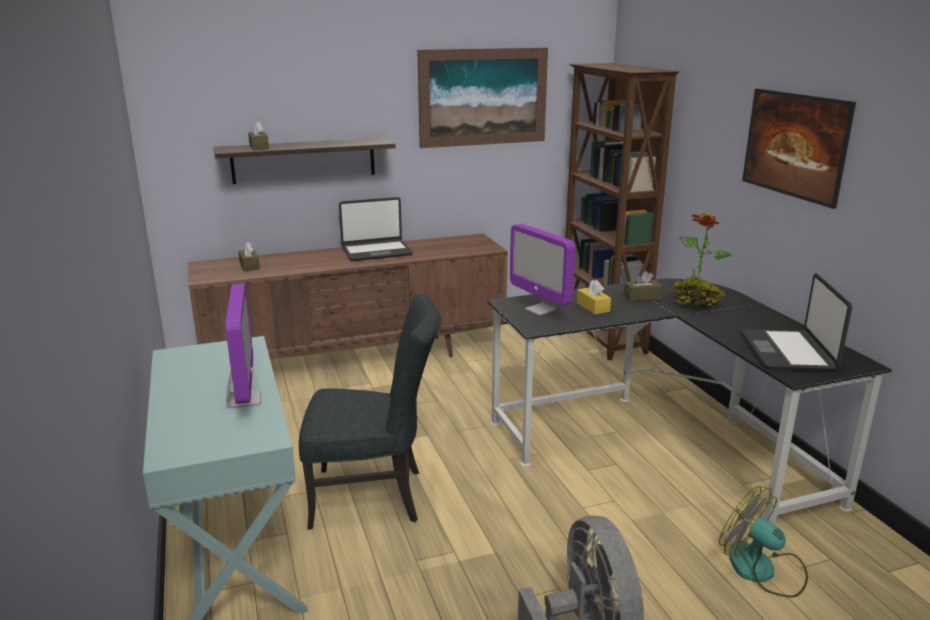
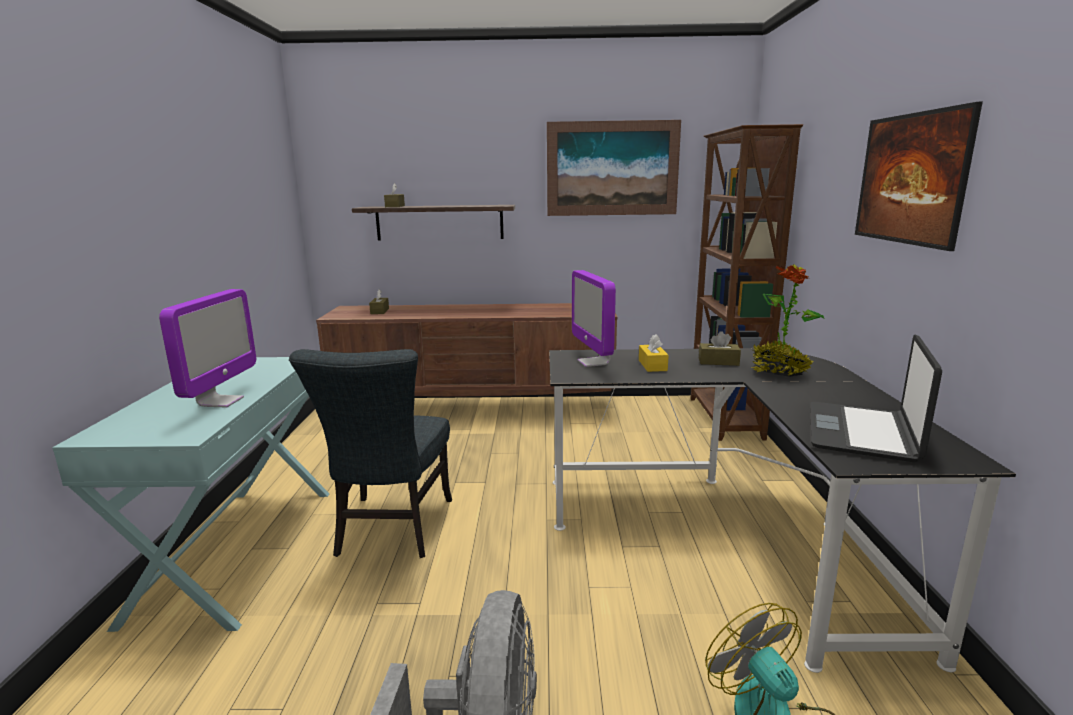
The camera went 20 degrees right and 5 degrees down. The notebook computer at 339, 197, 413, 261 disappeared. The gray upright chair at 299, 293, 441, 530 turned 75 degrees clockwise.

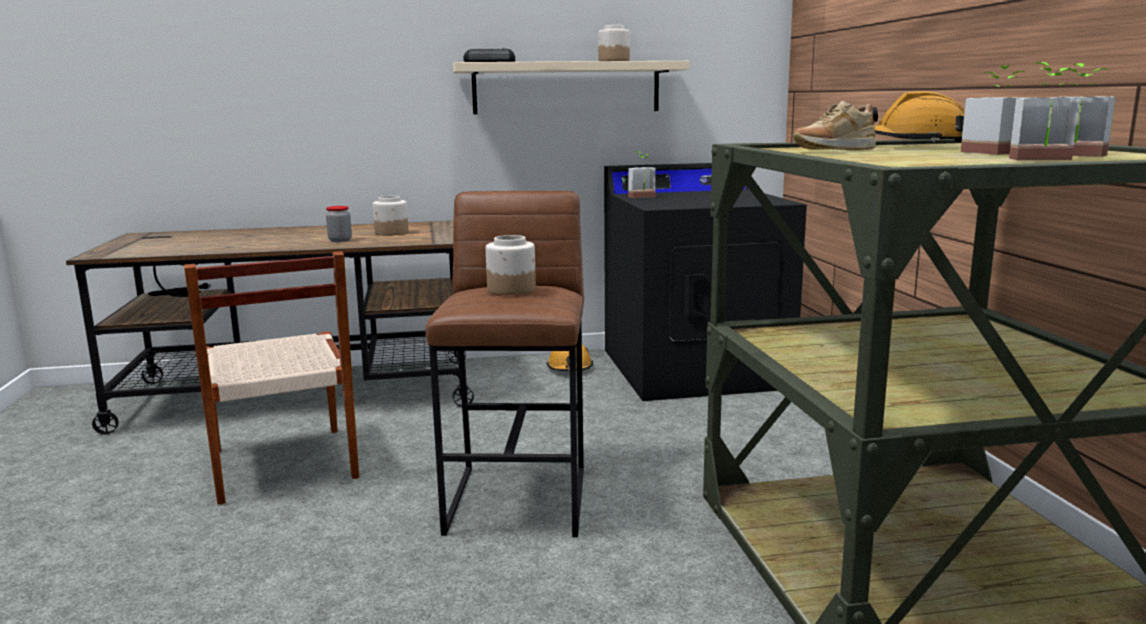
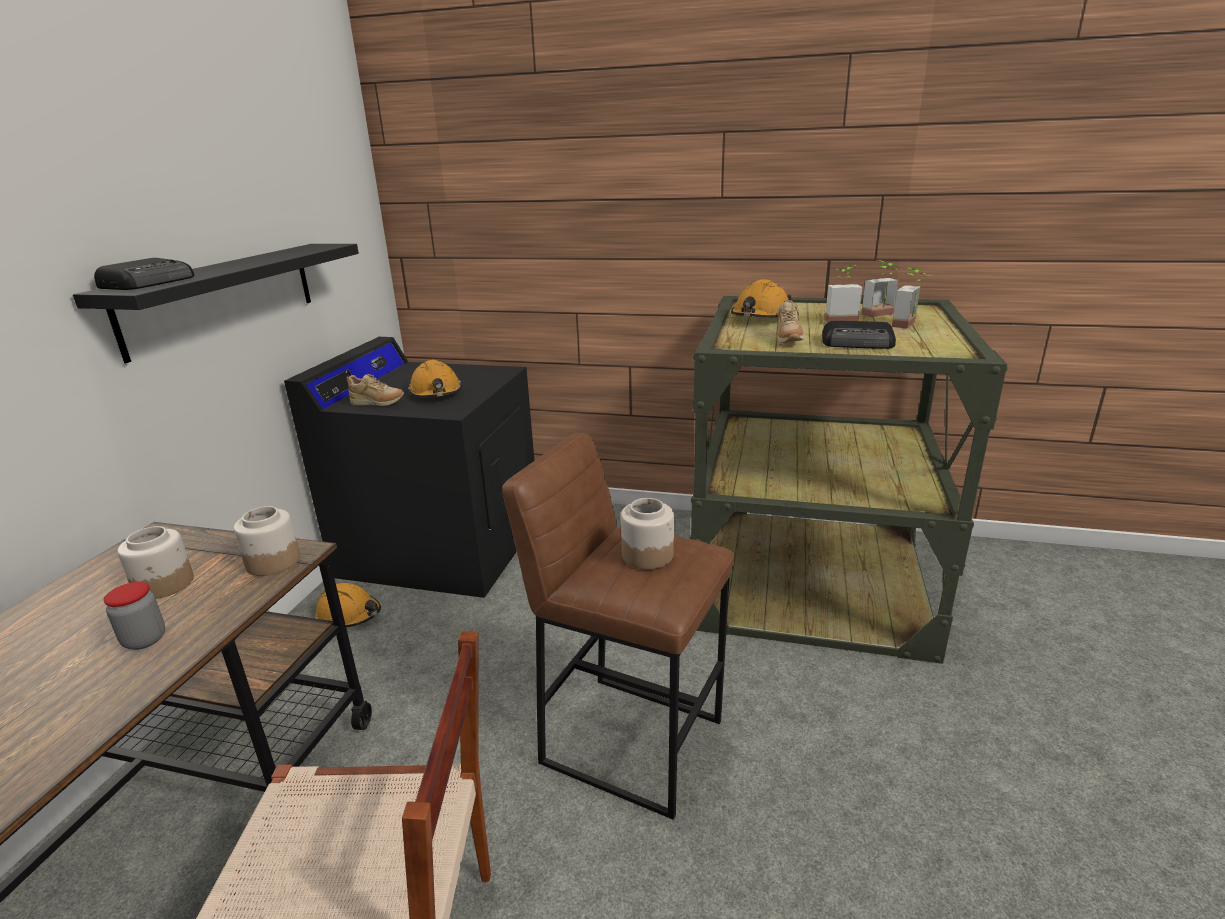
The camera went 65 degrees left and 10 degrees up. The storage jar moved from 598, 25, 630, 61 to 234, 506, 300, 576. The beige-coloured bracket shelf at 453, 61, 689, 114 became the black bracket shelf at 73, 244, 359, 363. The potted plant at 628, 151, 656, 198 was replaced by the beige-coloured shoe at 347, 374, 404, 406. The radio receiver at 822, 321, 896, 349 appeared. The orange-coloured hard hat at 408, 360, 462, 398 appeared.

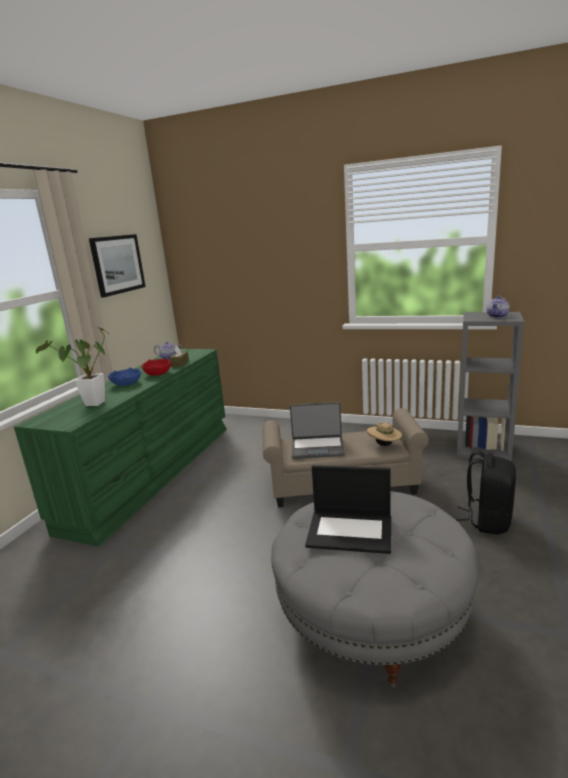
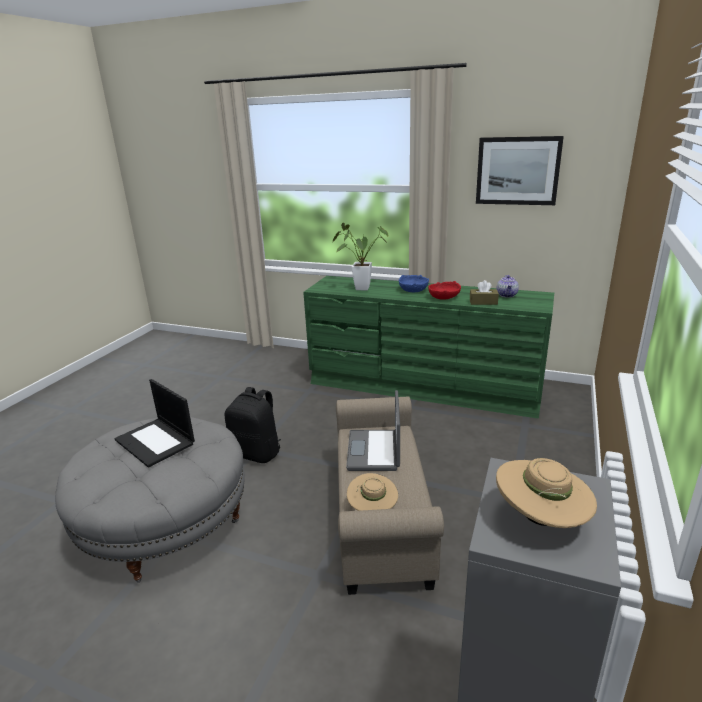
The camera went 90 degrees right and 5 degrees up. The tea pot at 486, 296, 510, 318 was replaced by the beige-coloured wearable hat at 496, 458, 597, 528. The black rucksack moved from 456, 450, 516, 534 to 225, 387, 281, 463. The notebook computer at 305, 465, 391, 554 turned 60 degrees counterclockwise.

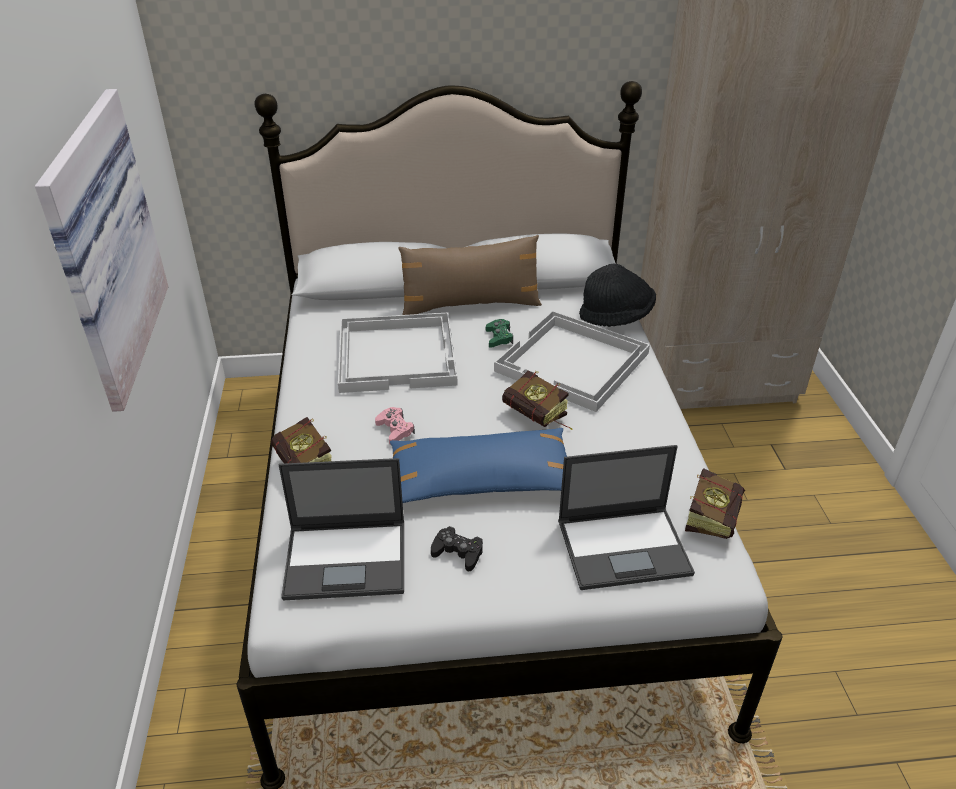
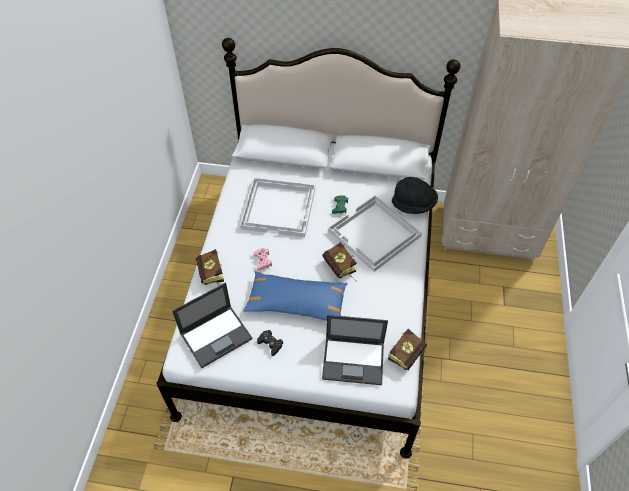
The camera went 15 degrees right and 15 degrees up. The wall picture at 35, 89, 168, 412 disappeared. The brown-coloured pillow at 398, 235, 542, 315 disappeared. The notebook computer at 279, 458, 404, 600 turned 45 degrees counterclockwise.

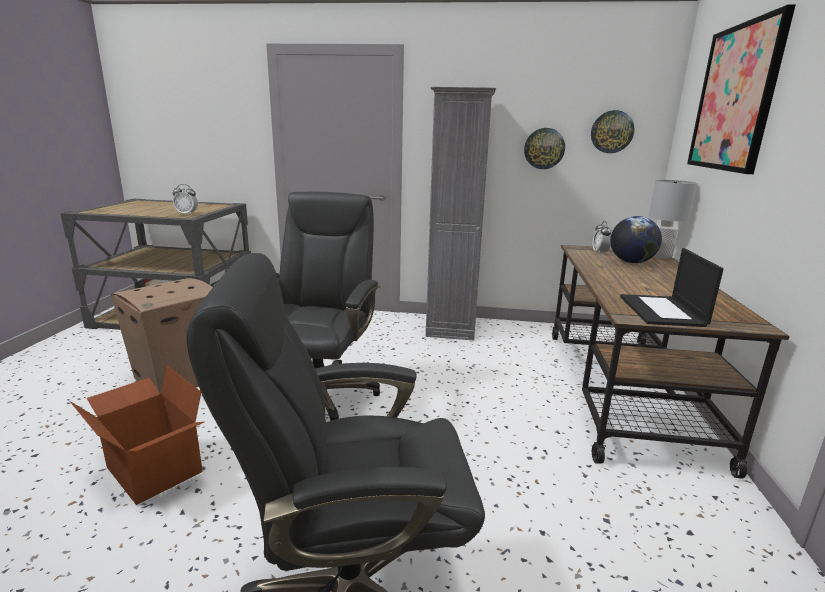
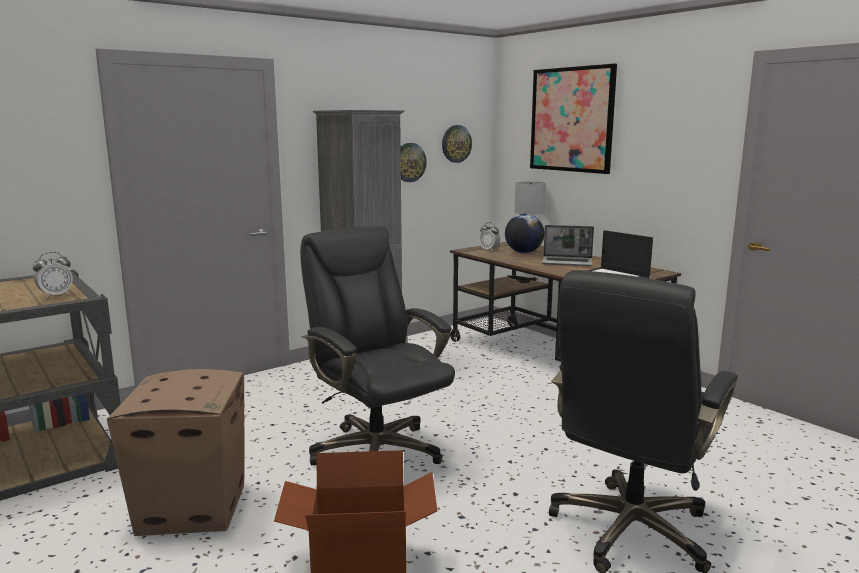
The camera went 45 degrees left and 5 degrees down. The notebook computer at 542, 225, 594, 266 appeared.

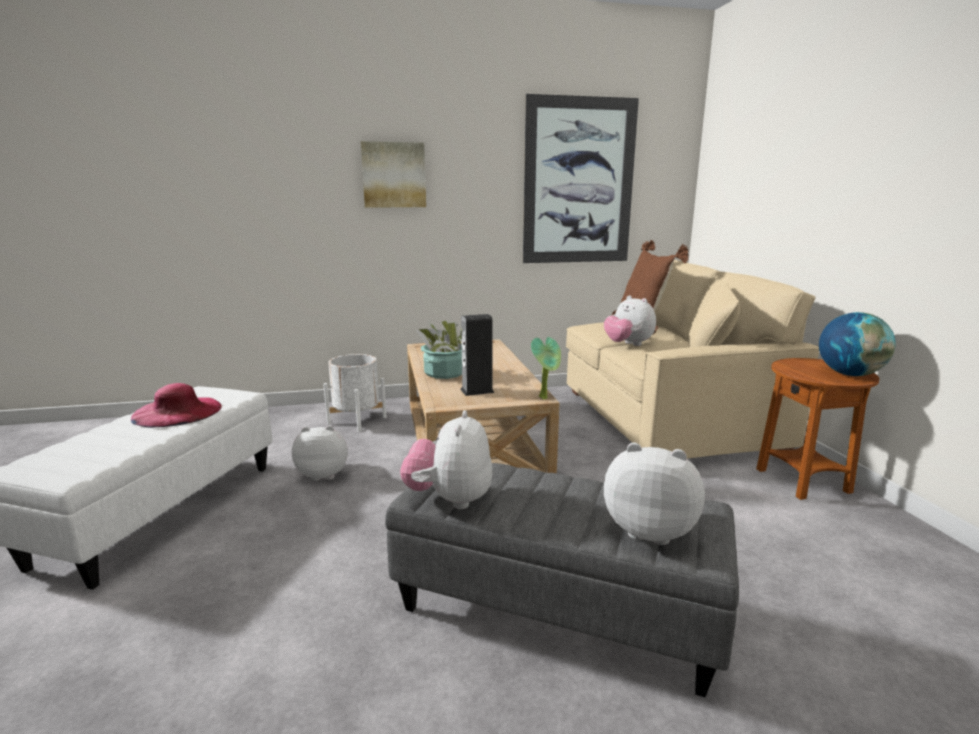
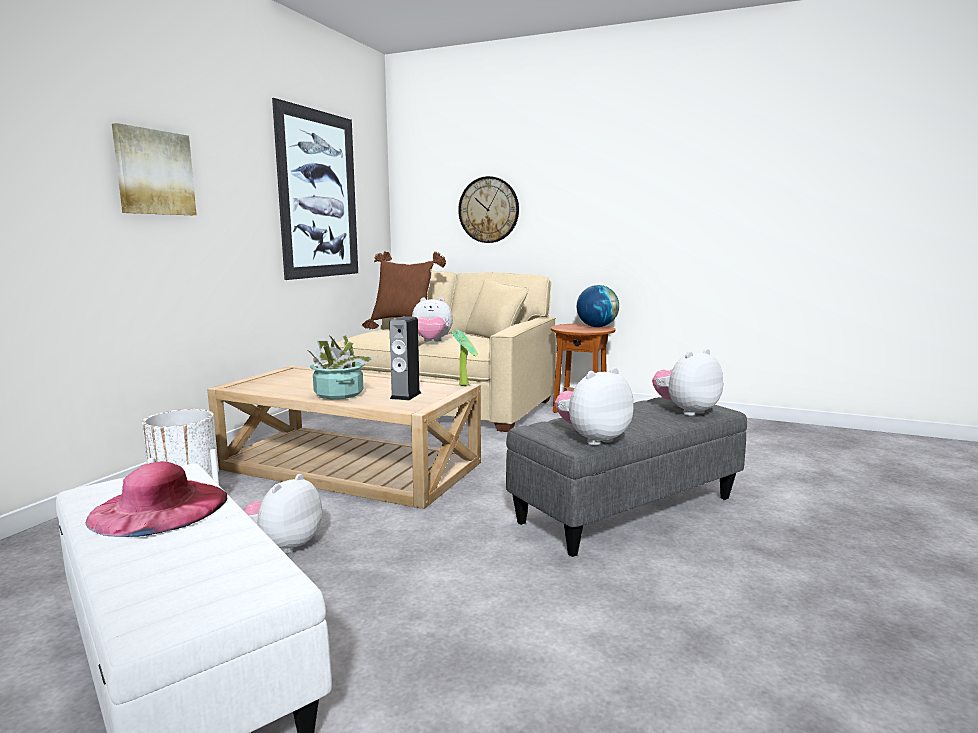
The camera went 55 degrees left and 5 degrees down. The plush toy at 400, 410, 493, 509 turned 105 degrees clockwise. The hanging clock at 458, 176, 519, 243 appeared.

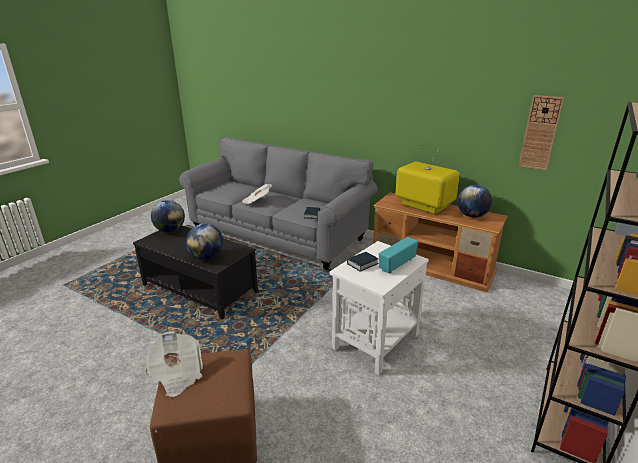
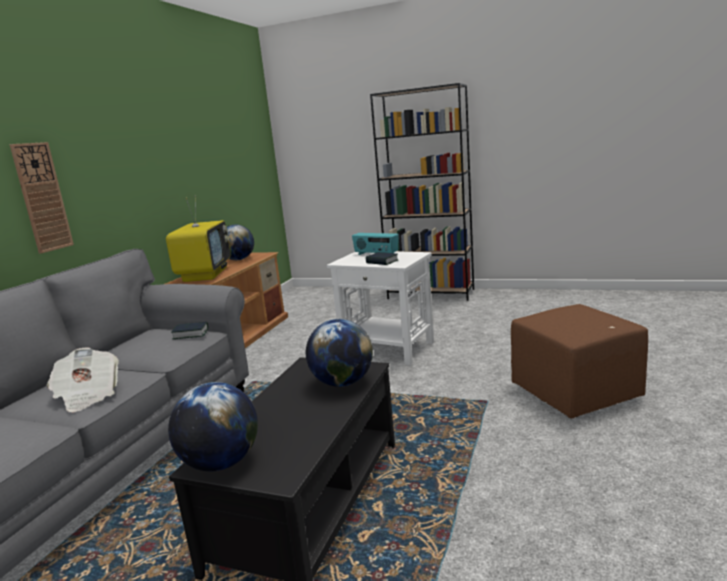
The camera went 100 degrees left and 10 degrees down. The hanging clock moved from 519, 95, 564, 170 to 10, 142, 74, 254. The TV at 396, 144, 460, 214 turned 150 degrees clockwise. The newspaper at 145, 331, 203, 397 disappeared.

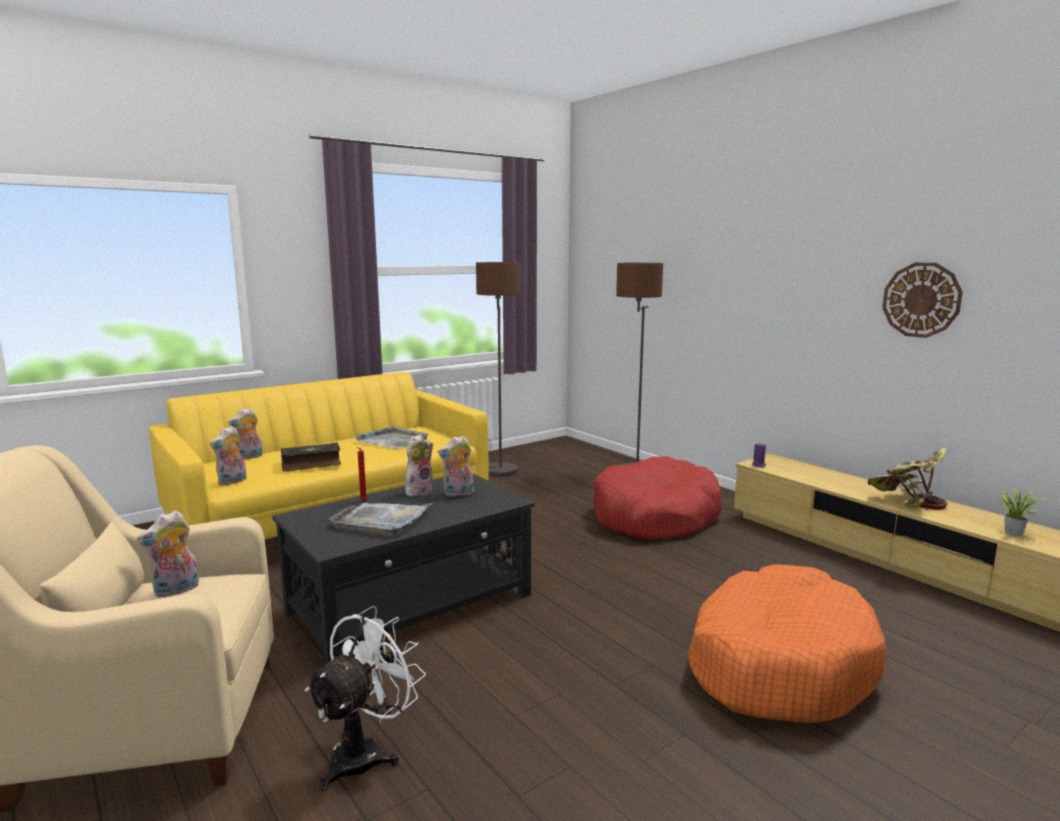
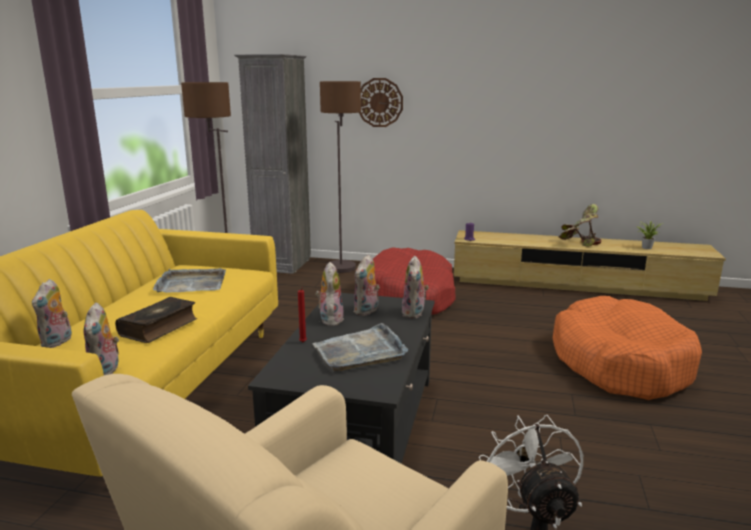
The camera went 40 degrees left and 5 degrees up. The hanging clock moved from 882, 263, 963, 338 to 359, 78, 403, 127. The plush toy moved from 137, 510, 199, 598 to 402, 256, 429, 318. The gray cupboard at 234, 54, 311, 274 appeared.

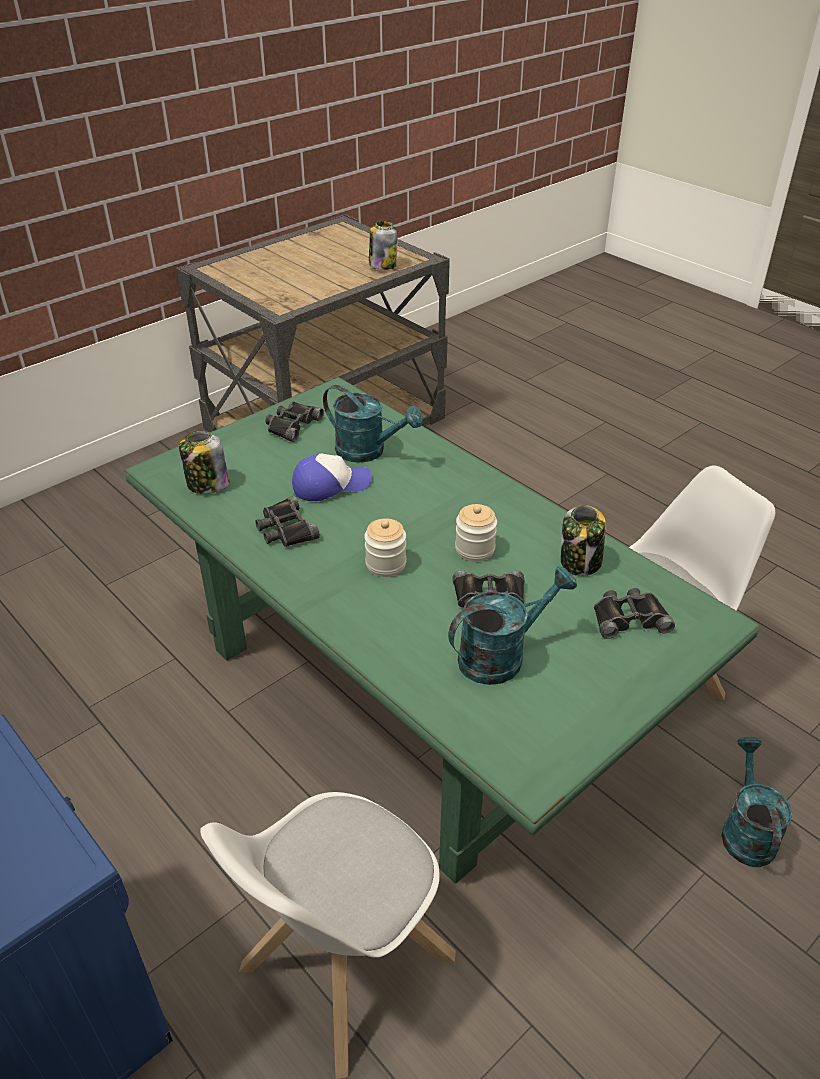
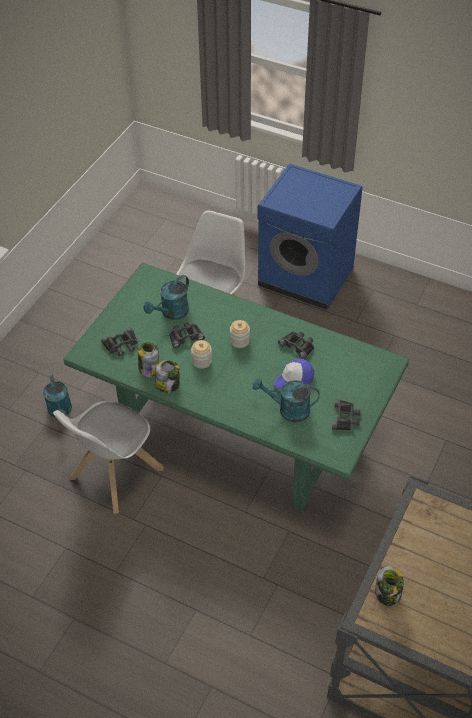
The camera went 160 degrees right and 10 degrees up. The storage jar moved from 179, 431, 229, 494 to 155, 360, 180, 393.

